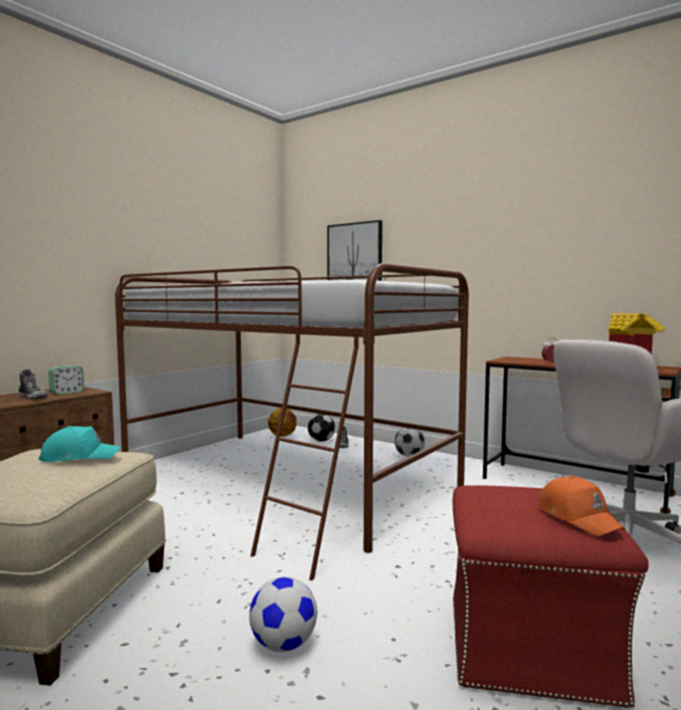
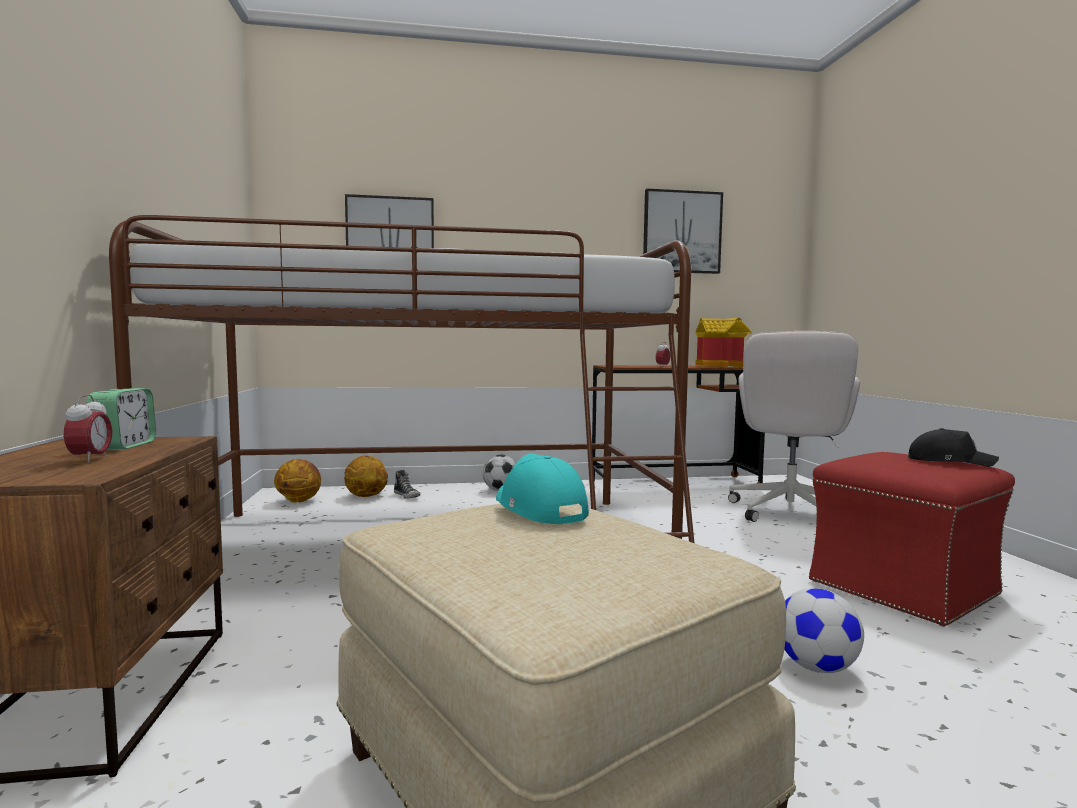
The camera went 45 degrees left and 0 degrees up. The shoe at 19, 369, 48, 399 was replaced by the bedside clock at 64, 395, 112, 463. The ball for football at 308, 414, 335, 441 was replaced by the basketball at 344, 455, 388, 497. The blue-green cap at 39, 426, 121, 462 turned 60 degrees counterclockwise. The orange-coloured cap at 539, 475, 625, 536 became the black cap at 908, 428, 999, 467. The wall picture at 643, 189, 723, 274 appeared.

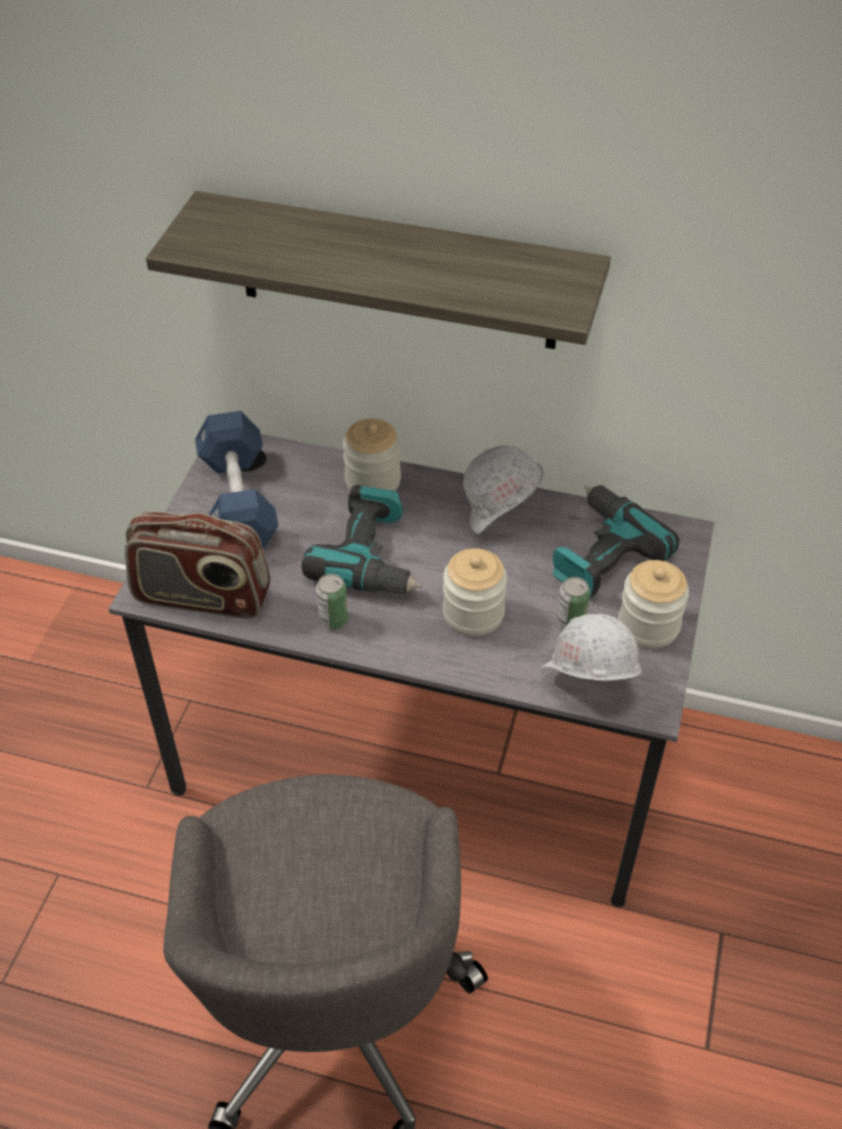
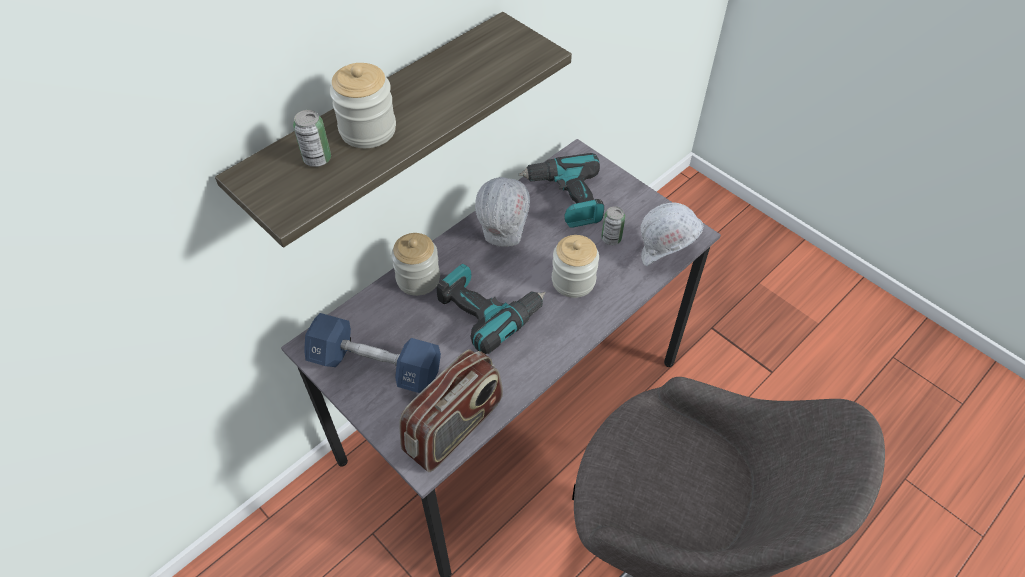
The camera went 60 degrees left and 5 degrees up. The storage jar moved from 618, 560, 689, 648 to 330, 63, 396, 148. The metal can moved from 316, 574, 348, 629 to 293, 110, 331, 167.

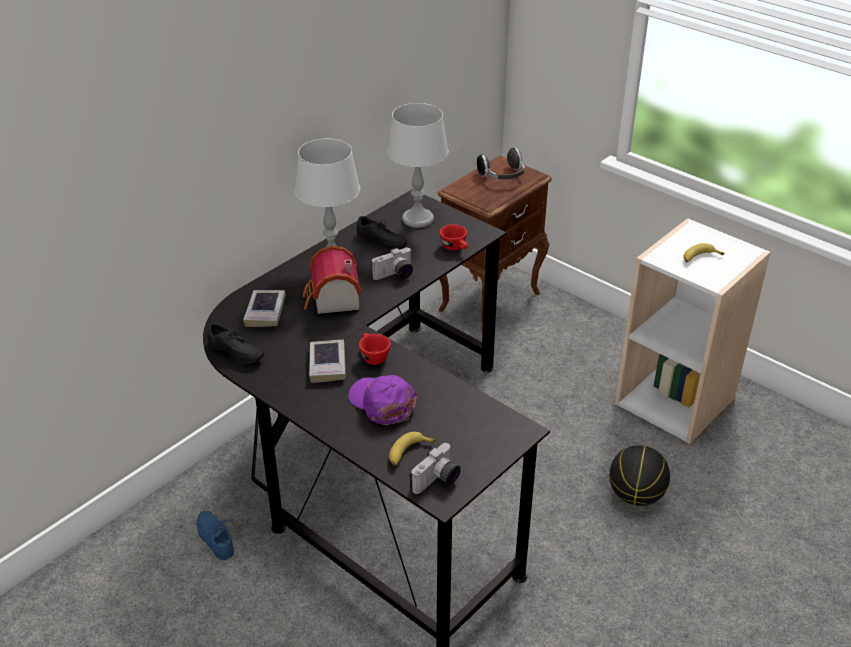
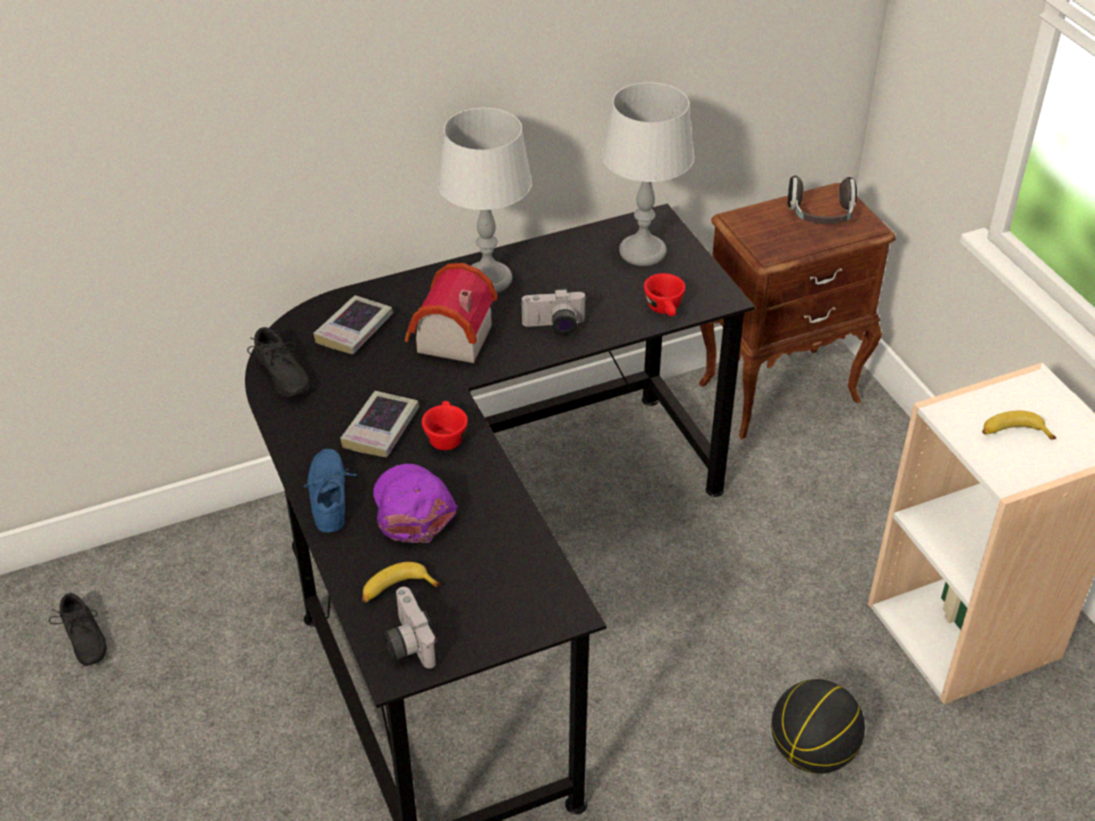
The camera went 25 degrees right and 5 degrees up. The black shoe moved from 357, 216, 407, 250 to 49, 593, 107, 666. The still camera at 409, 443, 461, 494 turned 90 degrees clockwise. The bluish shoe moved from 196, 511, 234, 560 to 304, 449, 357, 533.

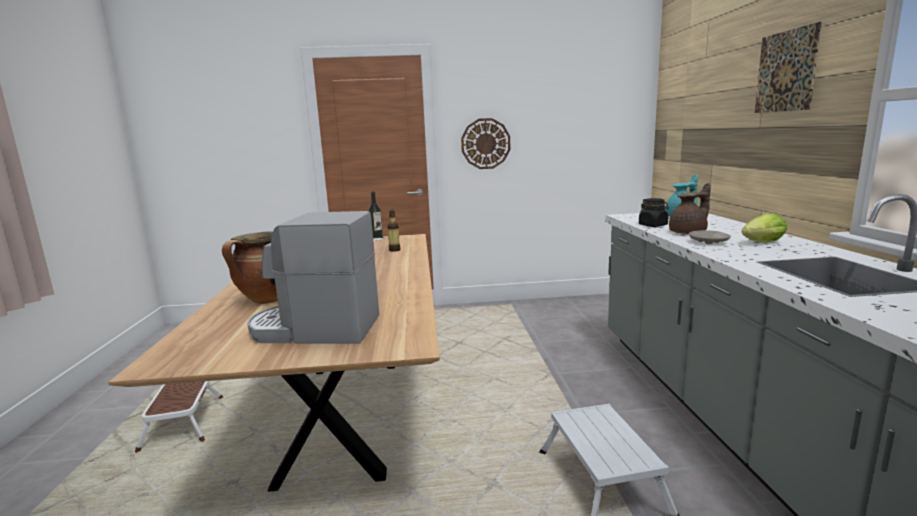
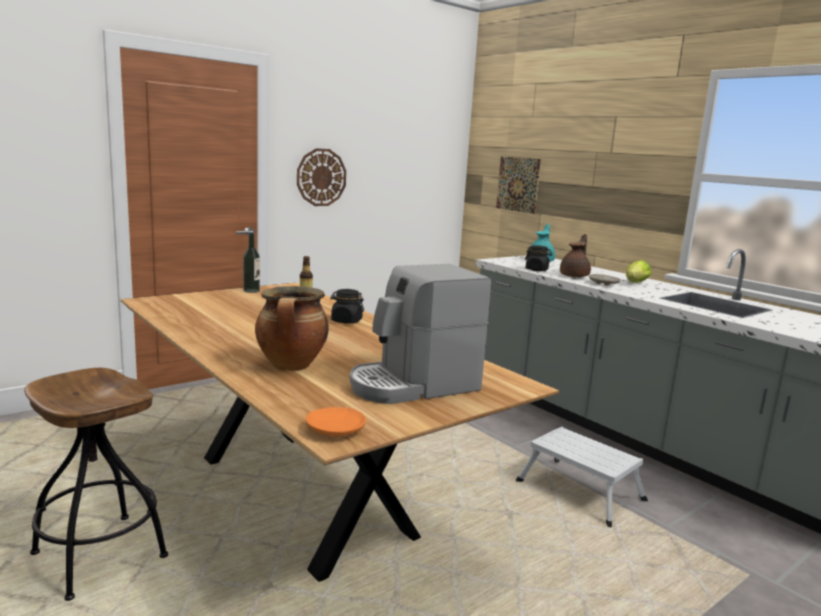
The camera went 35 degrees left and 0 degrees up. The wall picture moved from 755, 22, 822, 113 to 496, 157, 541, 214. The brown-coloured step stool at 135, 381, 223, 453 was replaced by the brown-coloured sitting stool at 24, 368, 168, 601. The black storage jar at 330, 289, 364, 324 appeared. The orange-coloured plate at 306, 407, 366, 437 appeared.

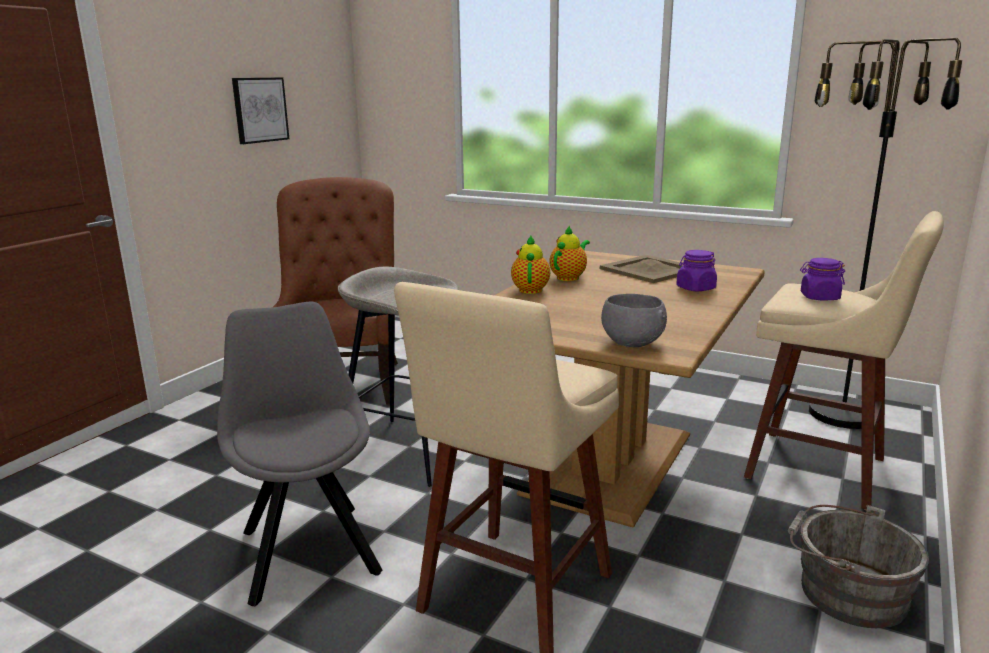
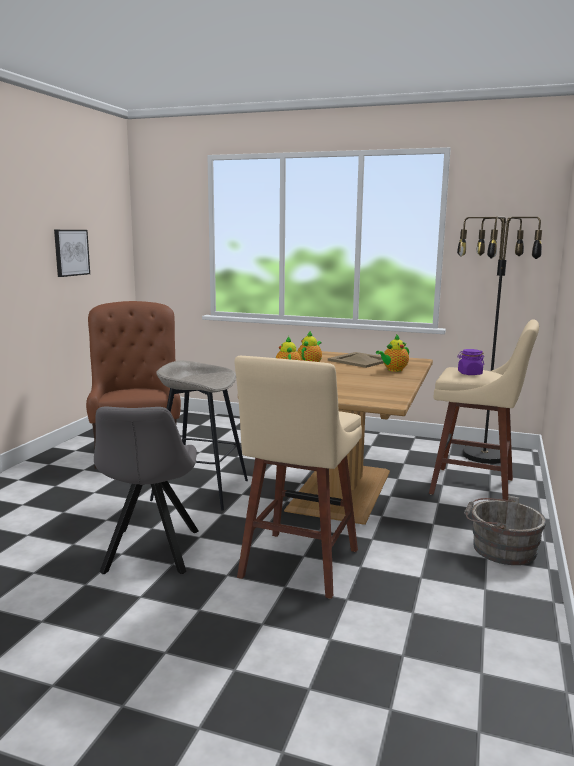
The camera went 10 degrees left and 5 degrees down. The purple-coloured storage jar at 676, 250, 717, 291 was replaced by the tea pot at 376, 334, 409, 372. The gray serving bowl at 601, 294, 667, 347 disappeared. The gray upright chair at 217, 302, 383, 607 turned 150 degrees counterclockwise.

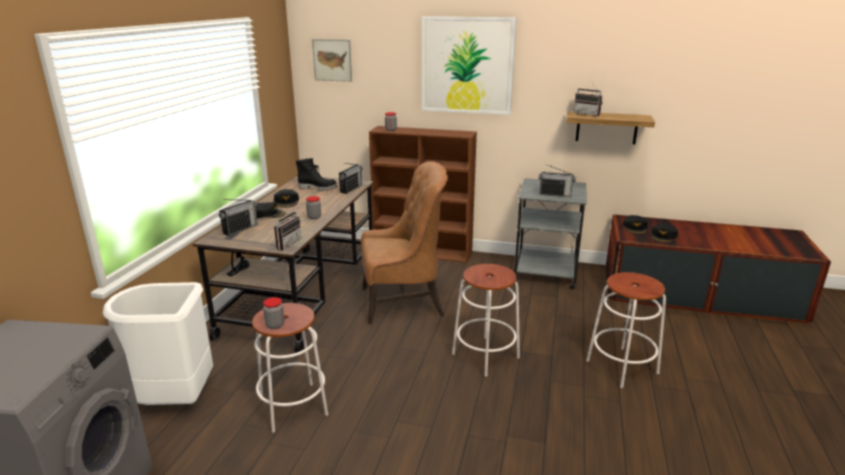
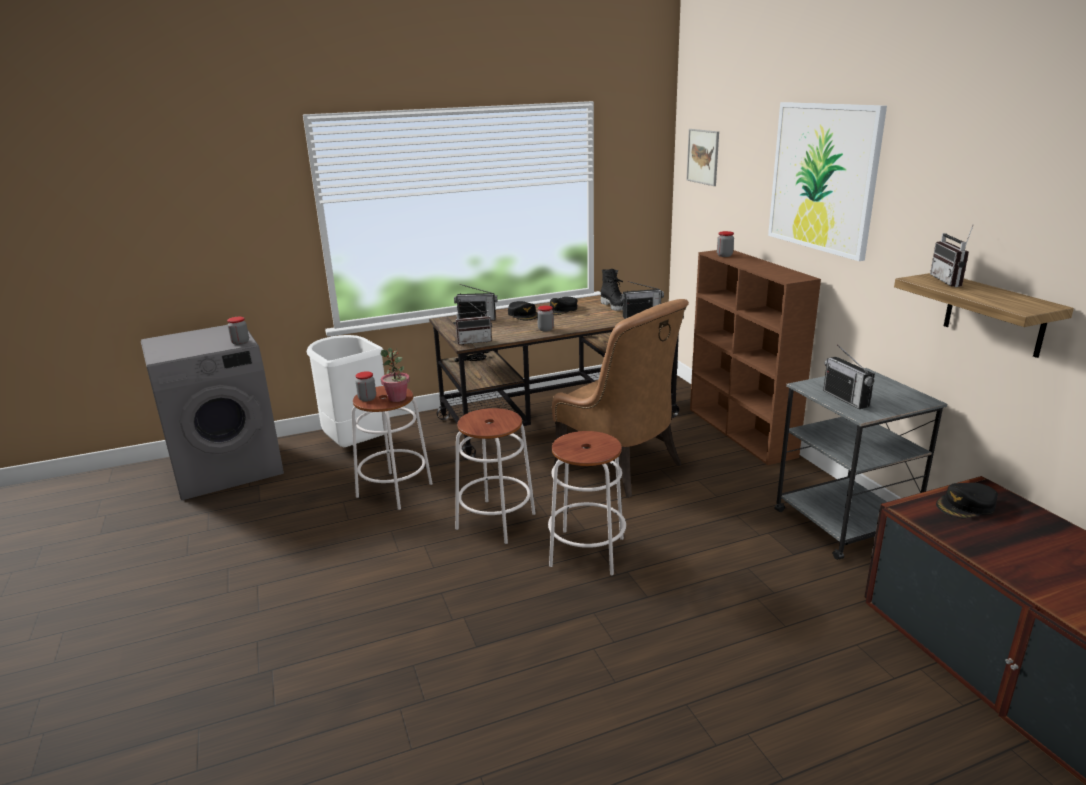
The camera went 55 degrees right and 0 degrees up. The black cap at 651, 223, 678, 243 disappeared. The white sitting stool moved from 586, 272, 666, 388 to 455, 408, 536, 544. The storage jar at 227, 317, 249, 345 appeared. The potted plant at 381, 348, 410, 402 appeared.

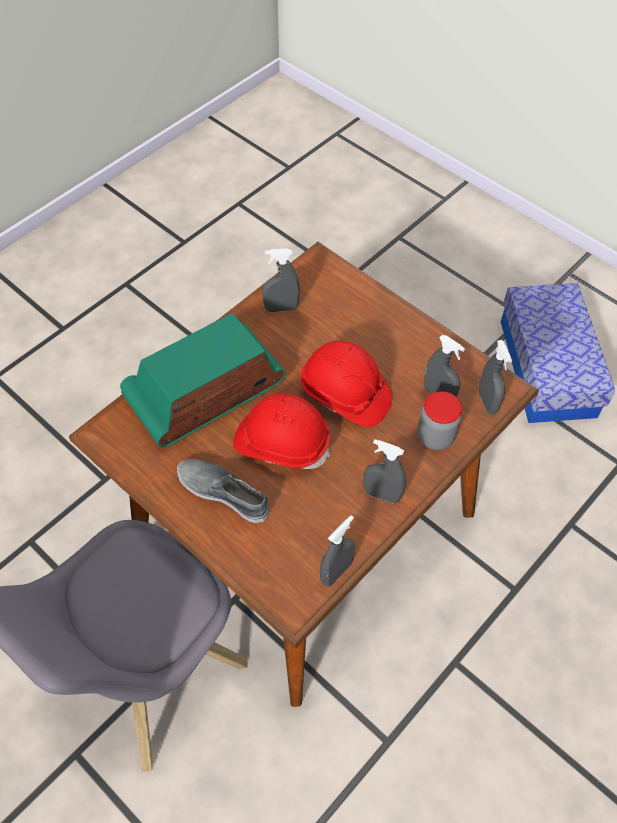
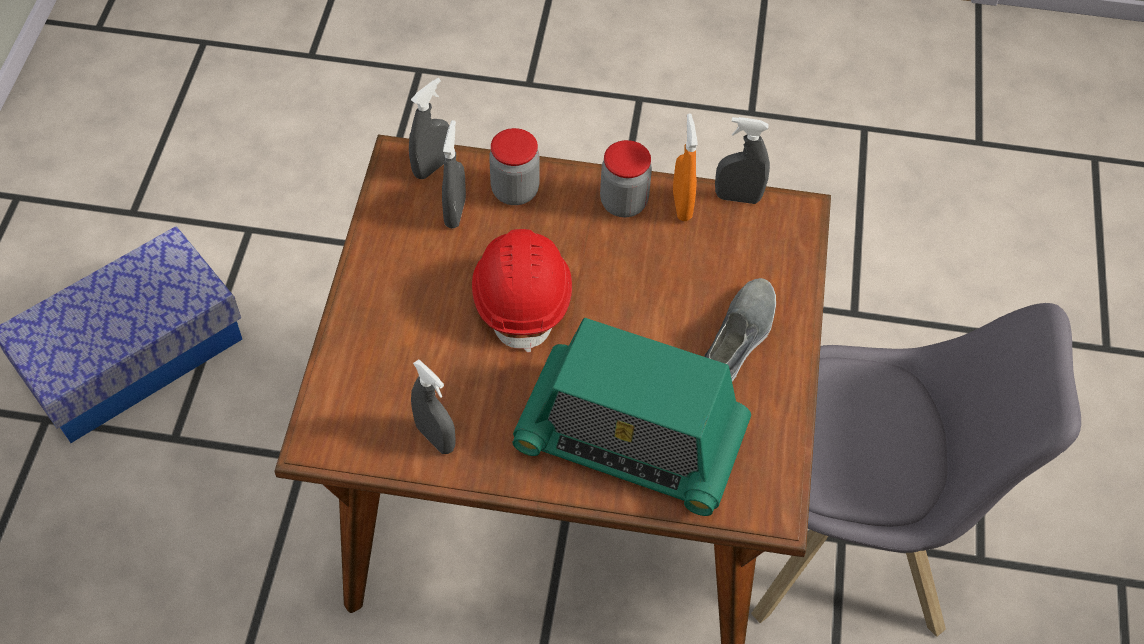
The camera went 125 degrees left and 0 degrees up. The red hard hat at 233, 393, 330, 469 disappeared. The gray sprayer at 363, 439, 406, 504 was replaced by the storage jar at 600, 140, 652, 217. The gray shoe at 177, 459, 269, 523 turned 150 degrees counterclockwise. The orange-coloured sprayer at 673, 113, 698, 221 appeared.

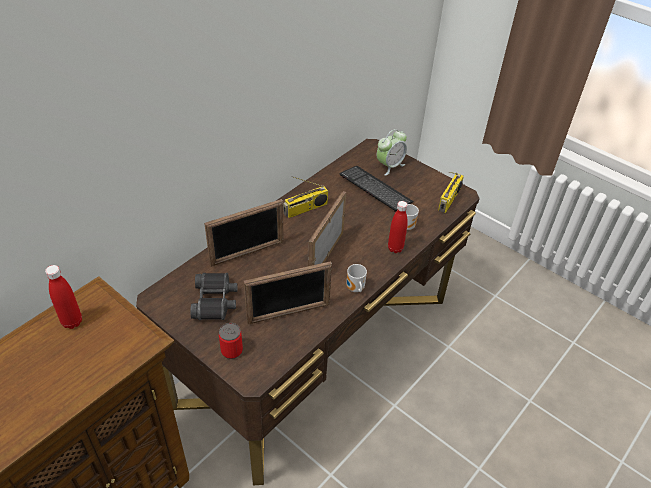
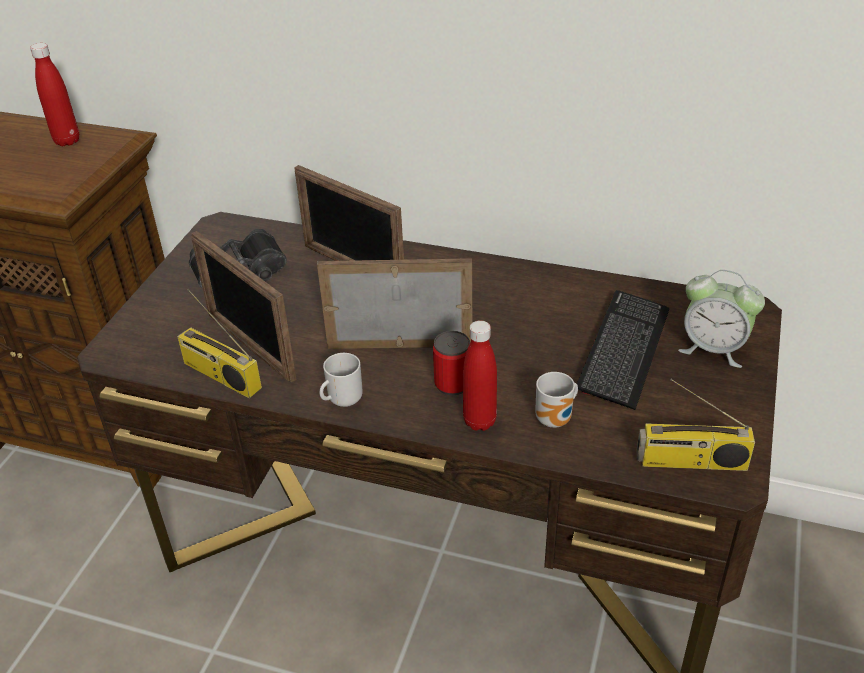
The camera went 70 degrees right and 5 degrees down. The radio receiver moved from 283, 176, 328, 218 to 177, 289, 262, 398. The metal can moved from 219, 323, 243, 359 to 433, 331, 470, 395.

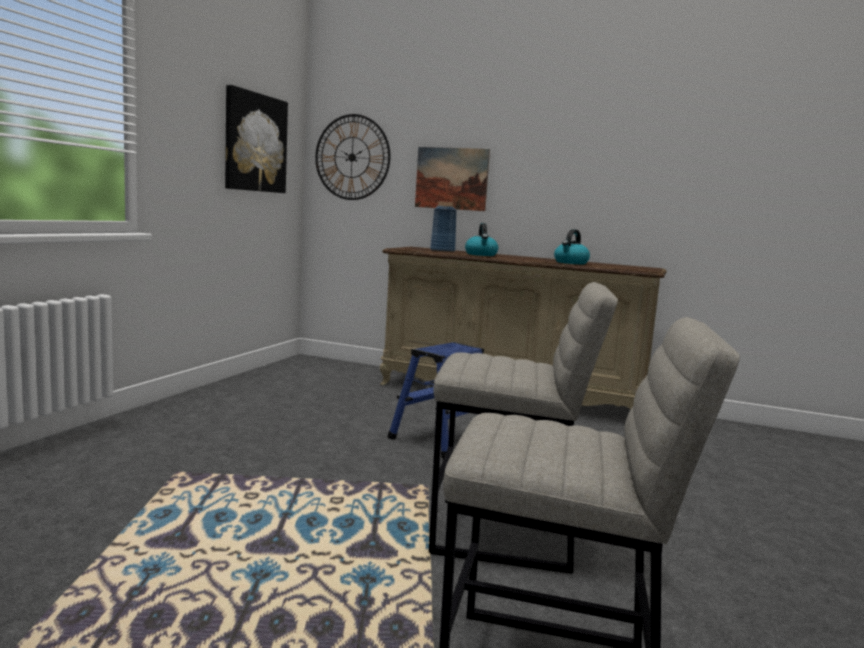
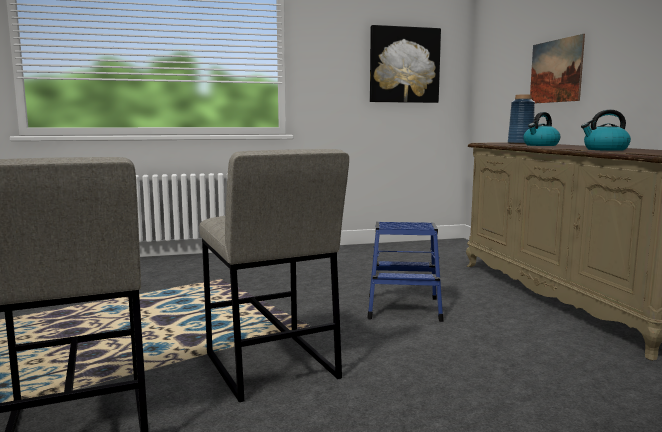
The camera went 55 degrees right and 0 degrees up. The hanging clock at 315, 114, 390, 200 disappeared.

